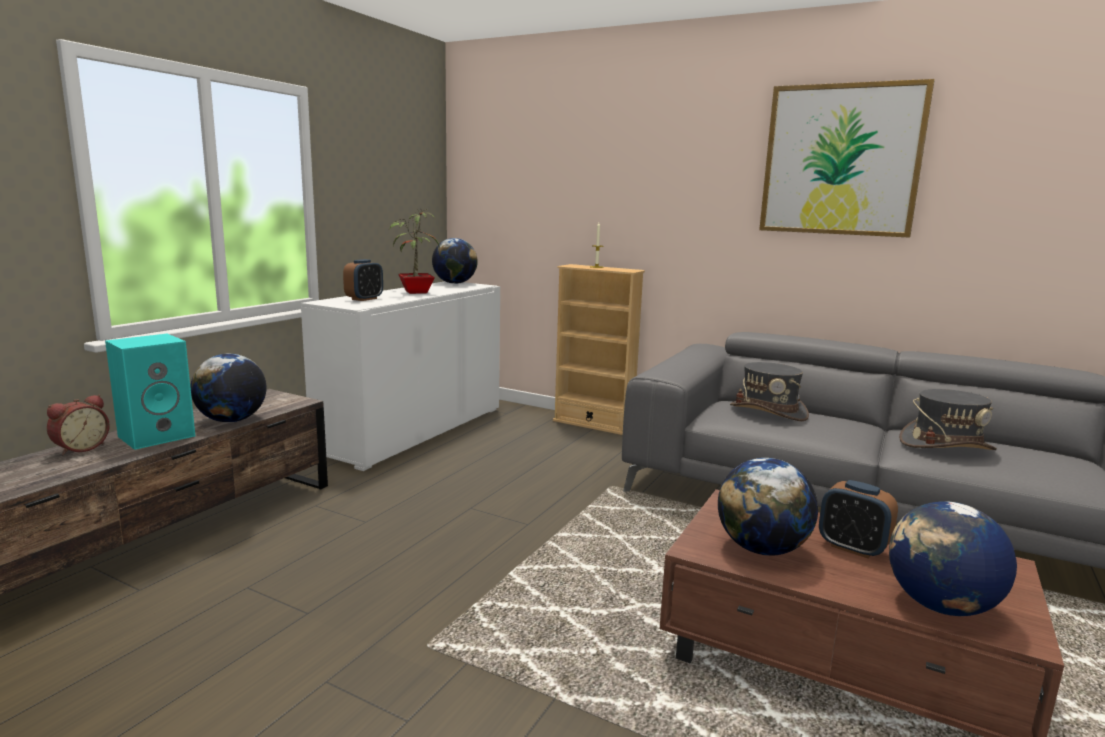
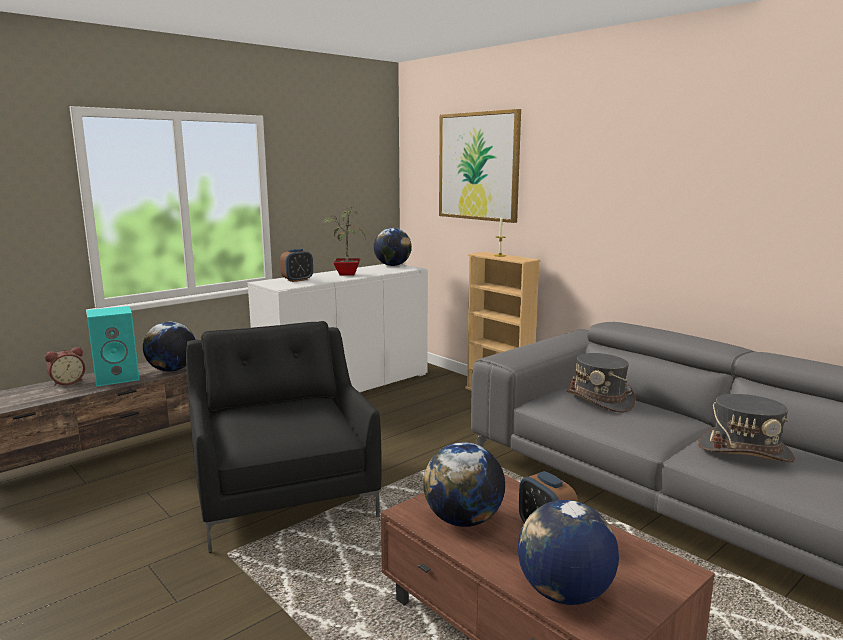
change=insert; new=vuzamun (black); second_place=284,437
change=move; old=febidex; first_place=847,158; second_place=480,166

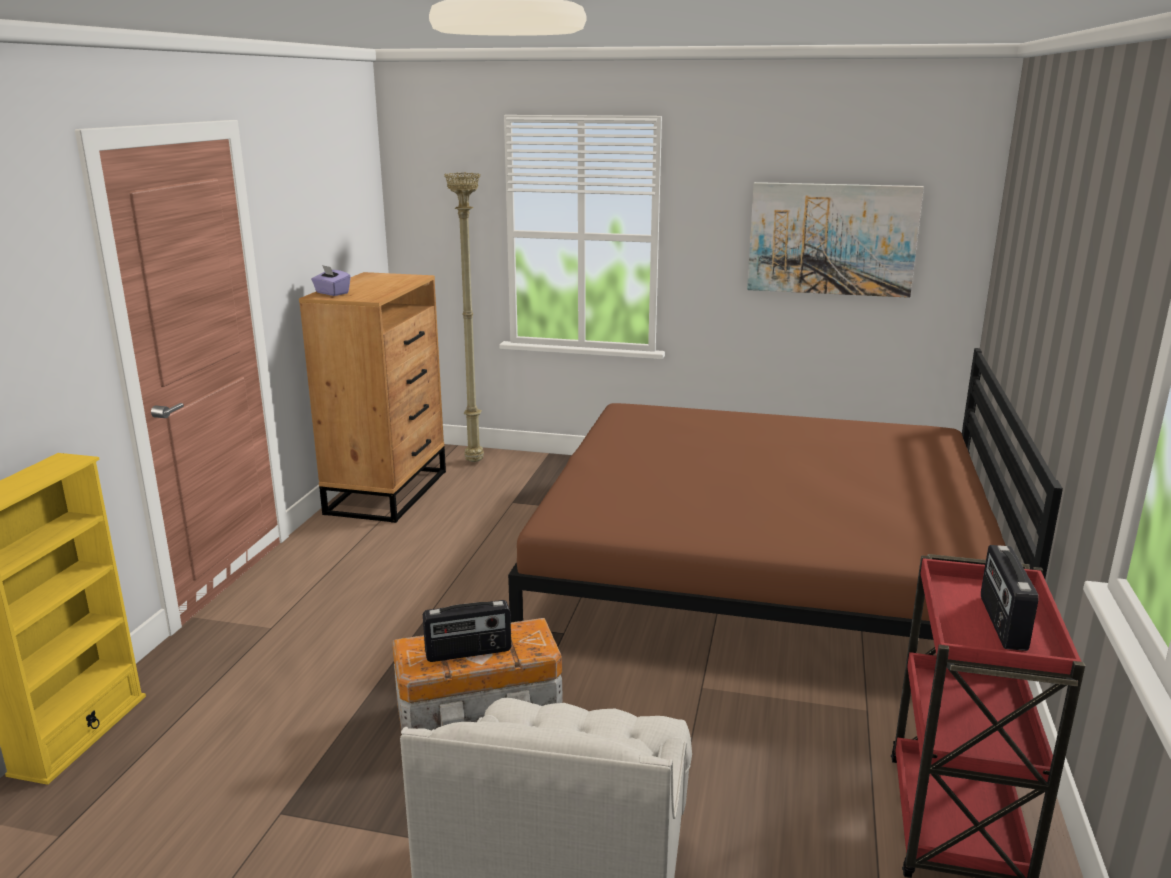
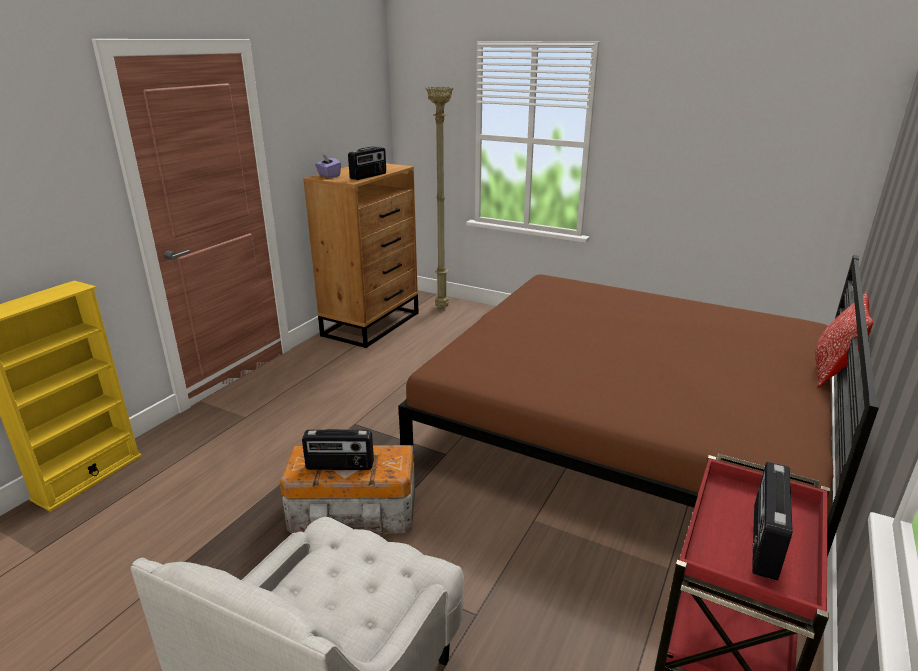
change=insert; new=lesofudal; second_place=367,163
change=insert; new=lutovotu; second_place=844,340
change=delete; old=febidex; first_place=835,240

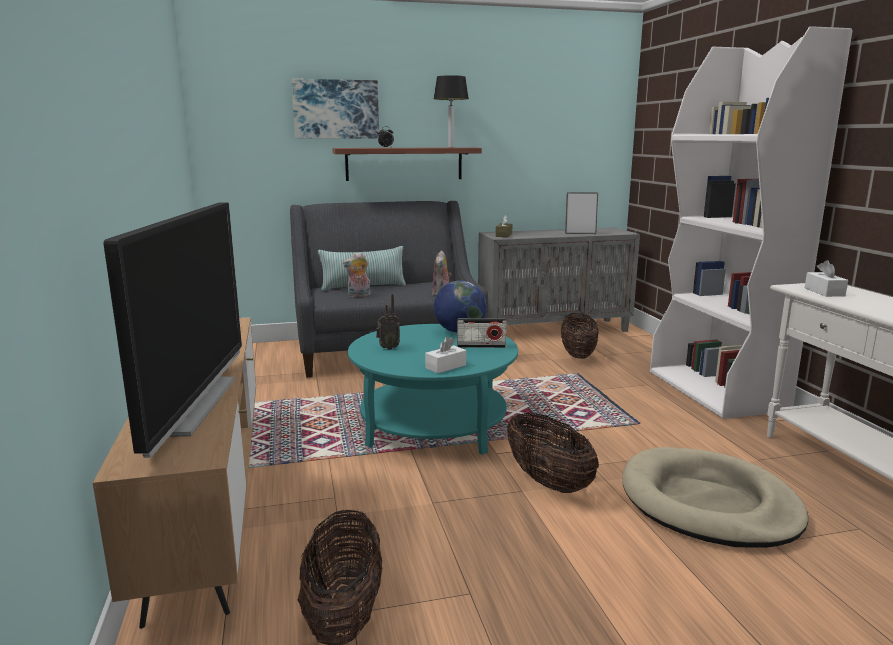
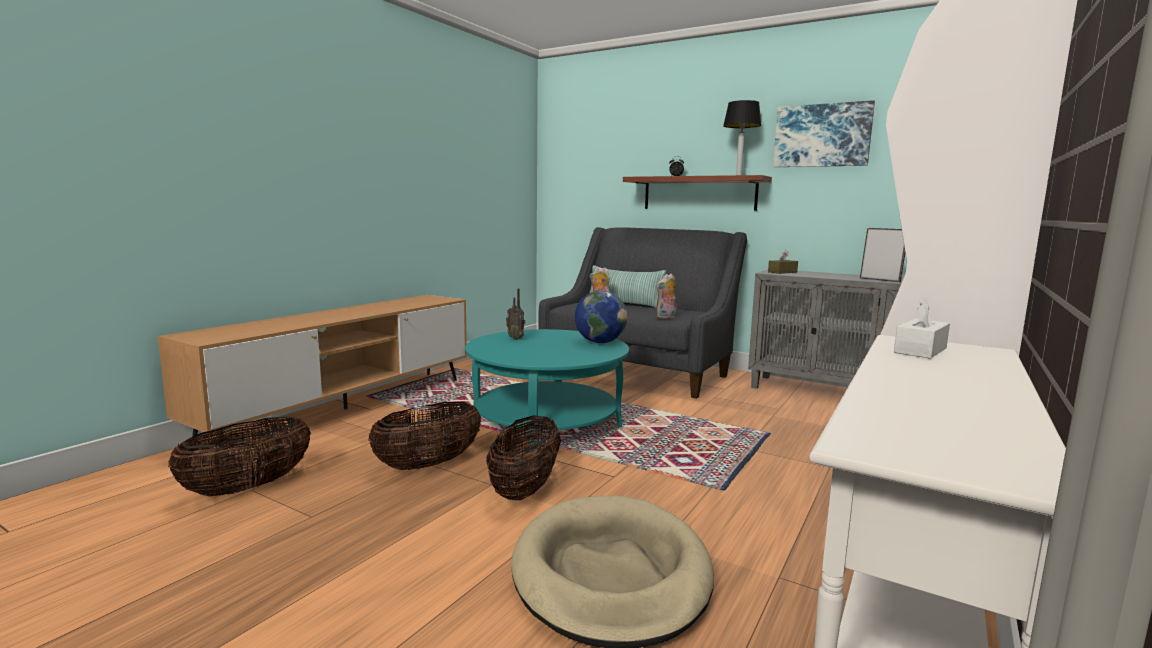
change=move; old=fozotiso; first_place=580,336; second_place=424,436
change=move; old=febidex; first_place=335,109; second_place=824,133
change=delete; old=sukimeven; first_place=173,330
change=delete; old=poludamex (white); first_place=445,355
change=delete; old=lesofudal; first_place=481,333

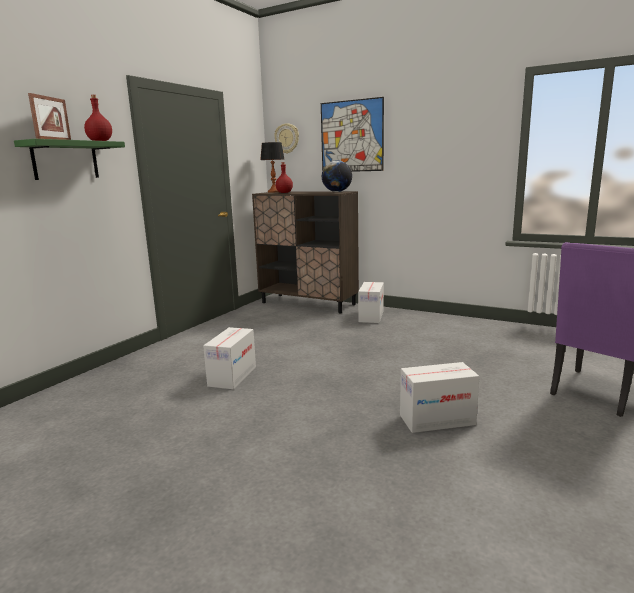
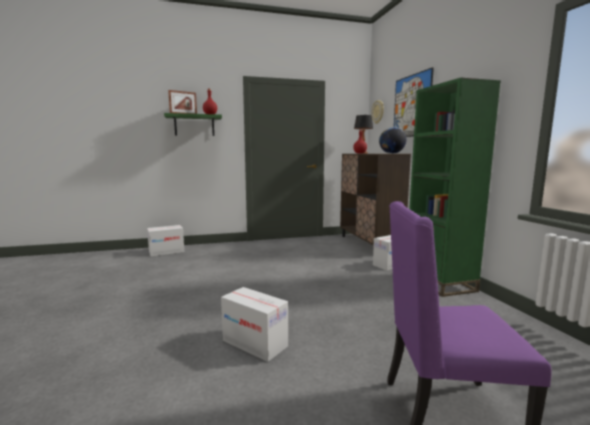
change=move; old=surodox; first_place=229,358; second_place=165,241
change=insert; new=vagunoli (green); second_place=455,187

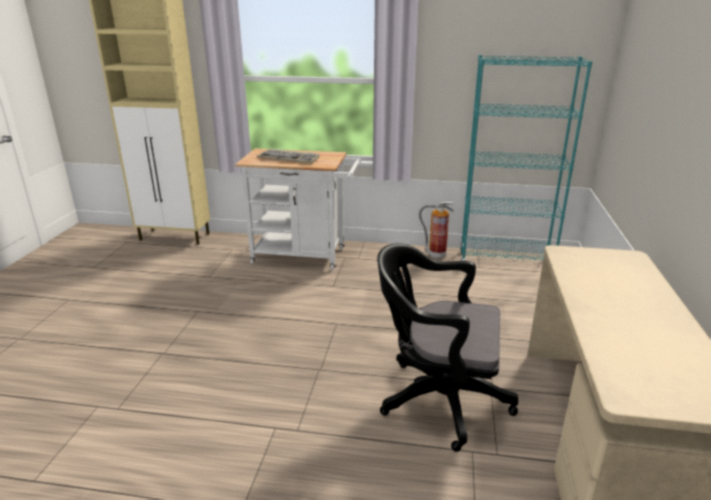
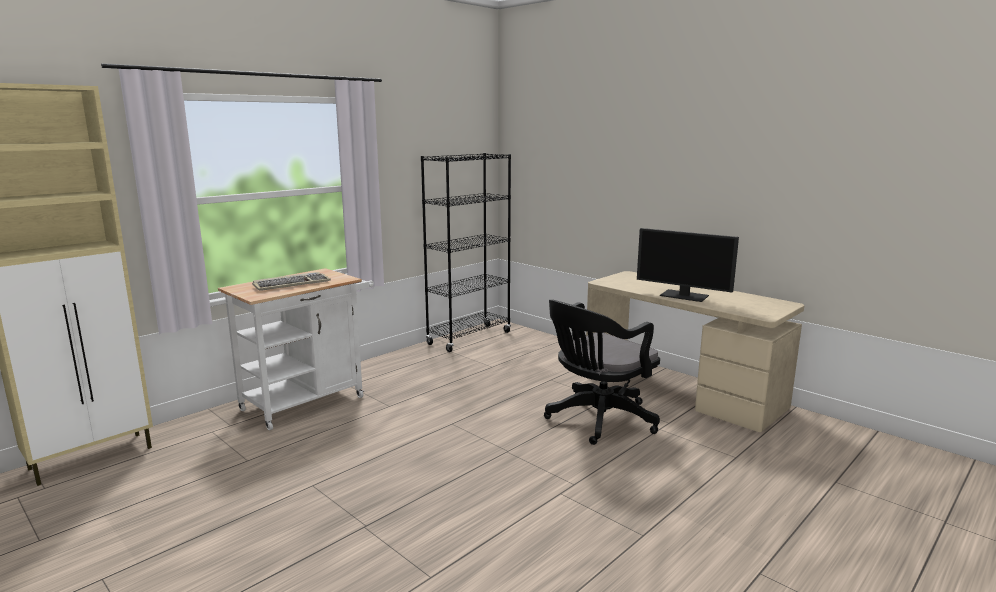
change=recolor; old=vagunoli (turquoise); new=vagunoli (black); first_place=526,158; second_place=466,252
change=insert; new=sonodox; second_place=688,265
change=delete; old=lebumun; first_place=436,230

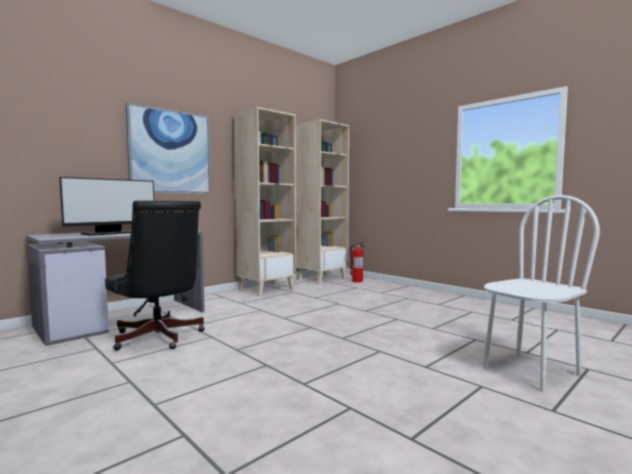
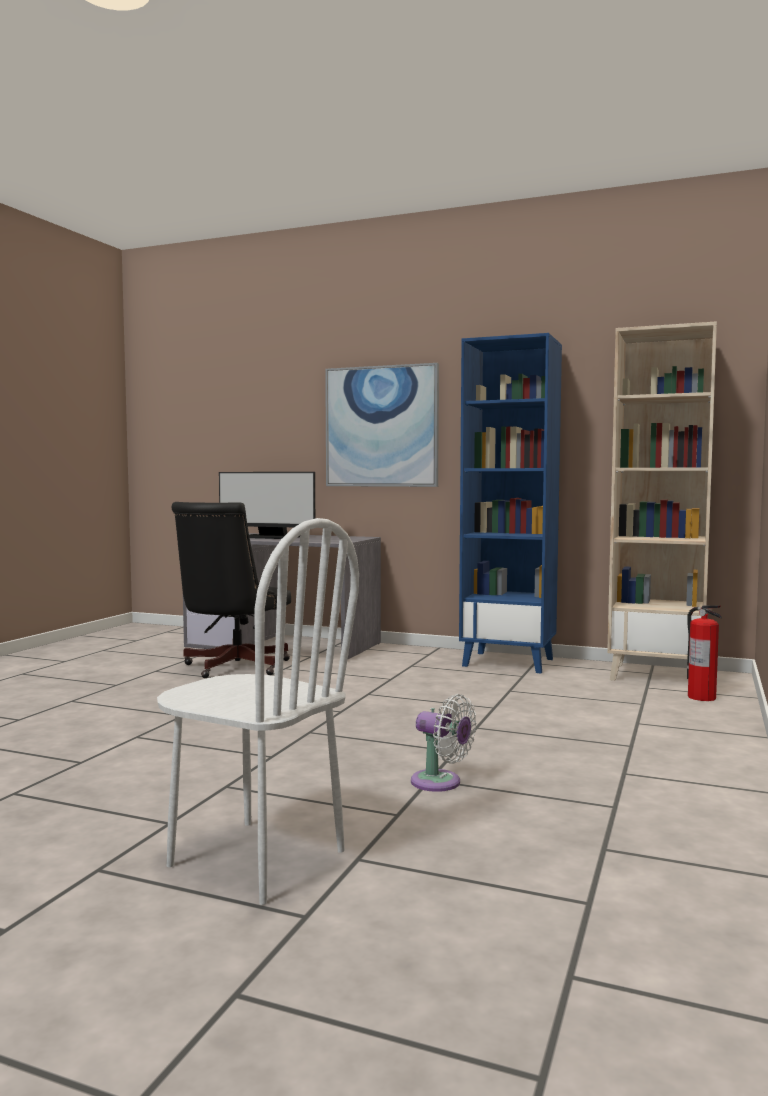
change=insert; new=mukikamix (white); second_place=444,743
change=recolor; old=vagunoli (beige); new=vagunoli (blue); first_place=264,201; second_place=510,503

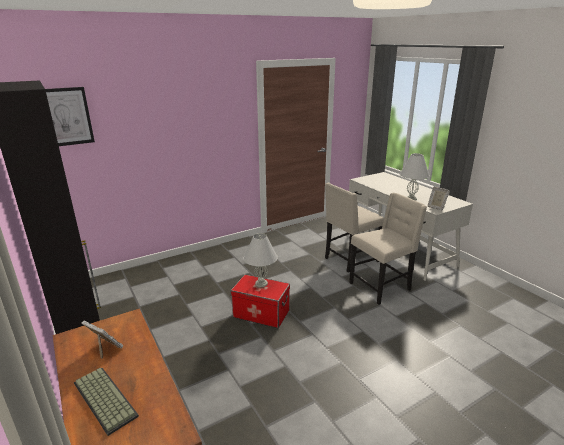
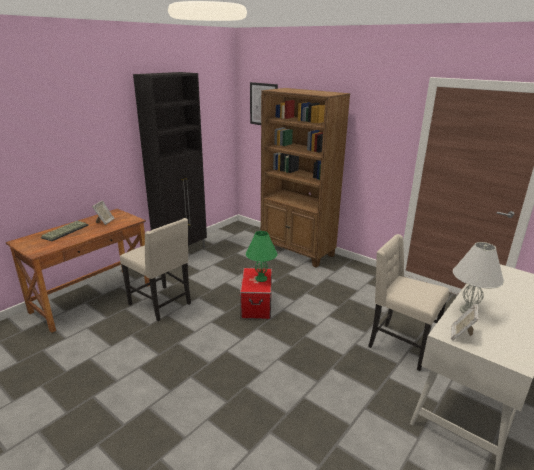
change=move; old=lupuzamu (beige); first_place=388,249; second_place=155,269
change=recolor; old=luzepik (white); new=luzepik (green); first_place=261,260; second_place=261,256
change=insert; new=vagunoli (brown); second_place=305,178

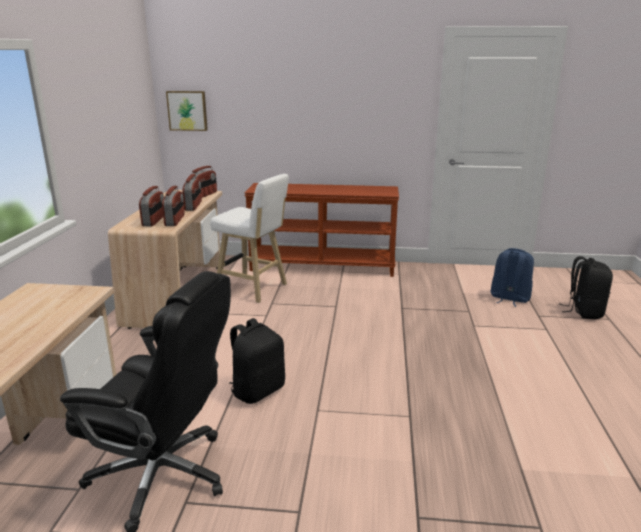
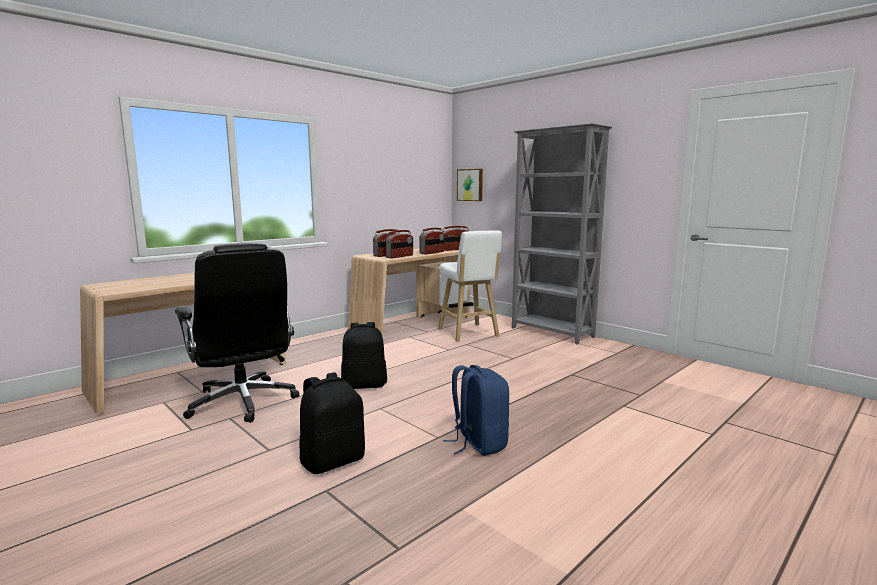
change=move; old=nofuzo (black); first_place=586,287; second_place=332,423
change=move; old=nofuzo (blue); first_place=512,277; second_place=476,410
change=replace; old=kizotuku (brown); new=vagunoli (grey); first_place=322,230; second_place=562,234

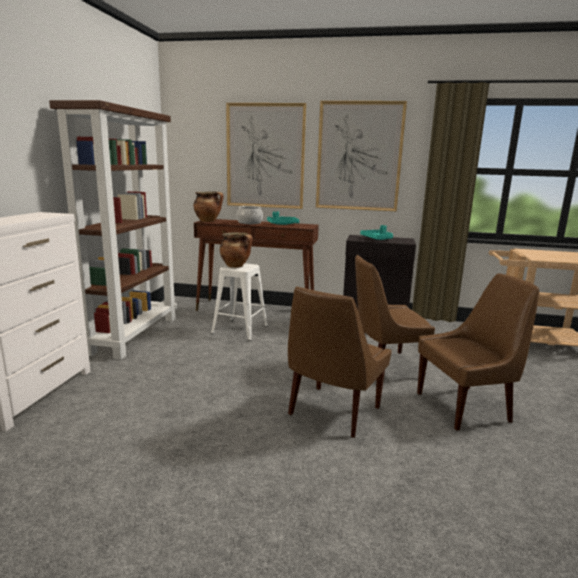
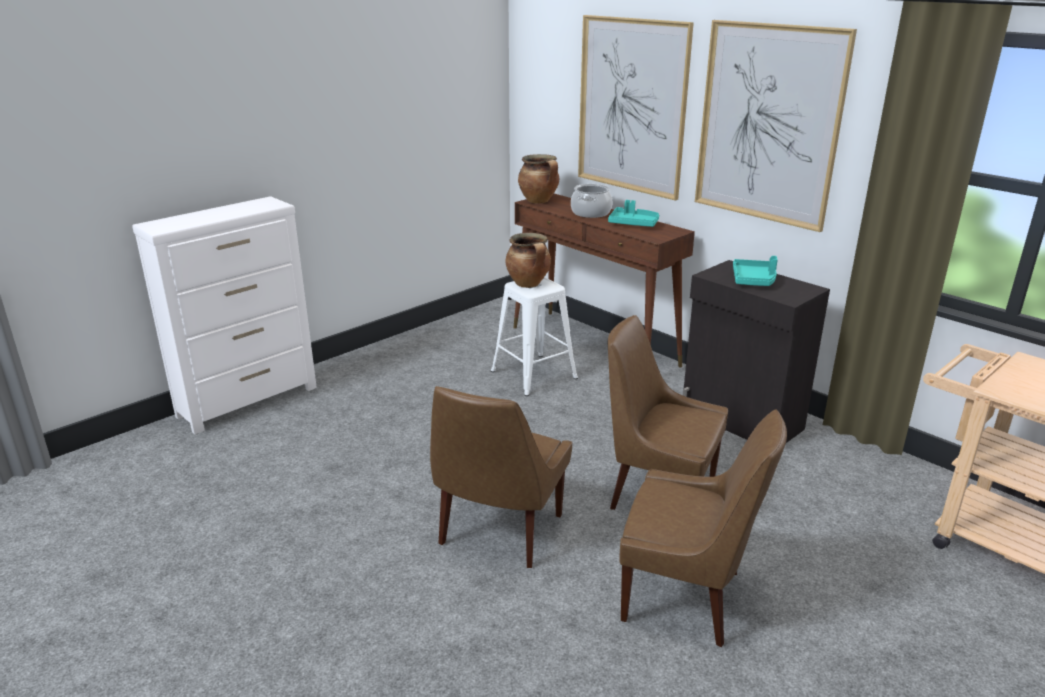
change=rotate; old=lupuzamu (brown); first_place=340,362; second_place=501,477; degrees=-45
change=delete; old=vagunoli (brown); first_place=113,230

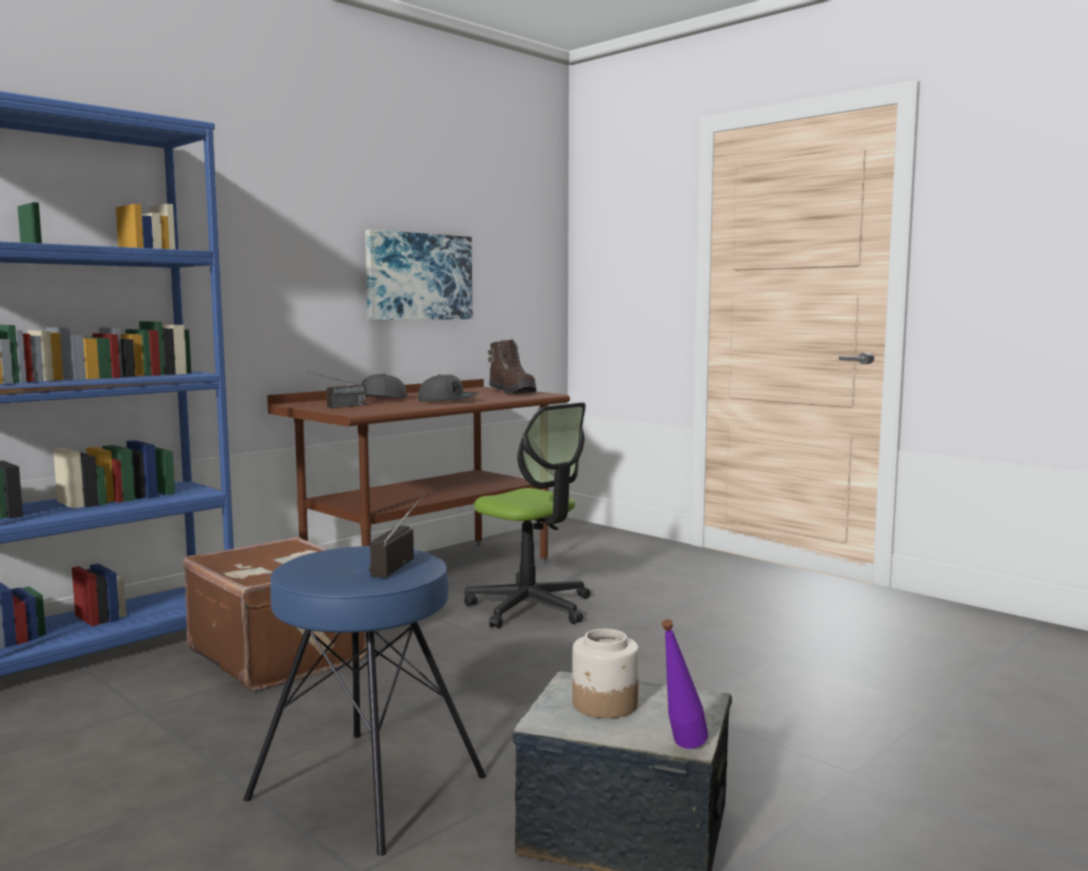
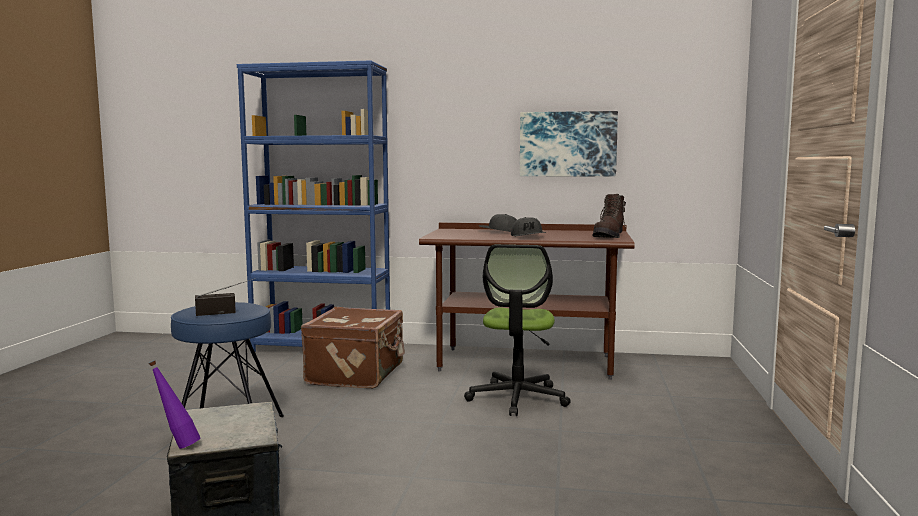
change=delete; old=lesofudal; first_place=336,390
change=delete; old=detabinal; first_place=605,673

